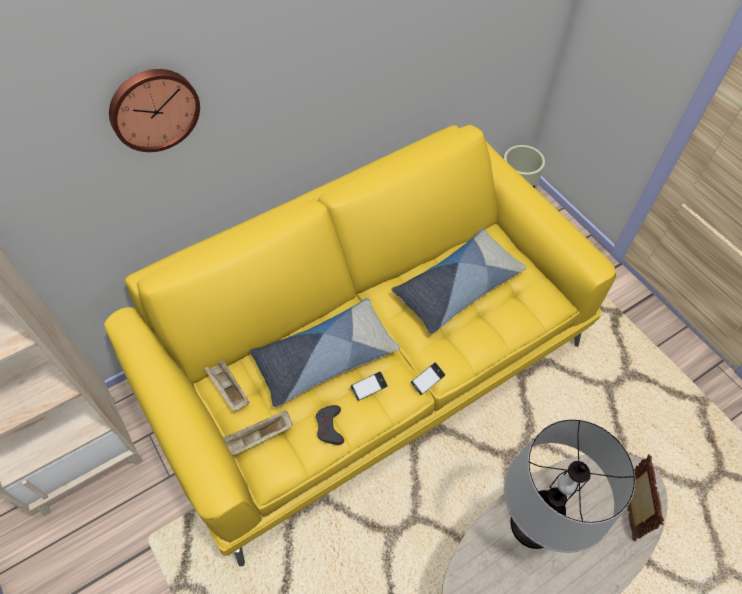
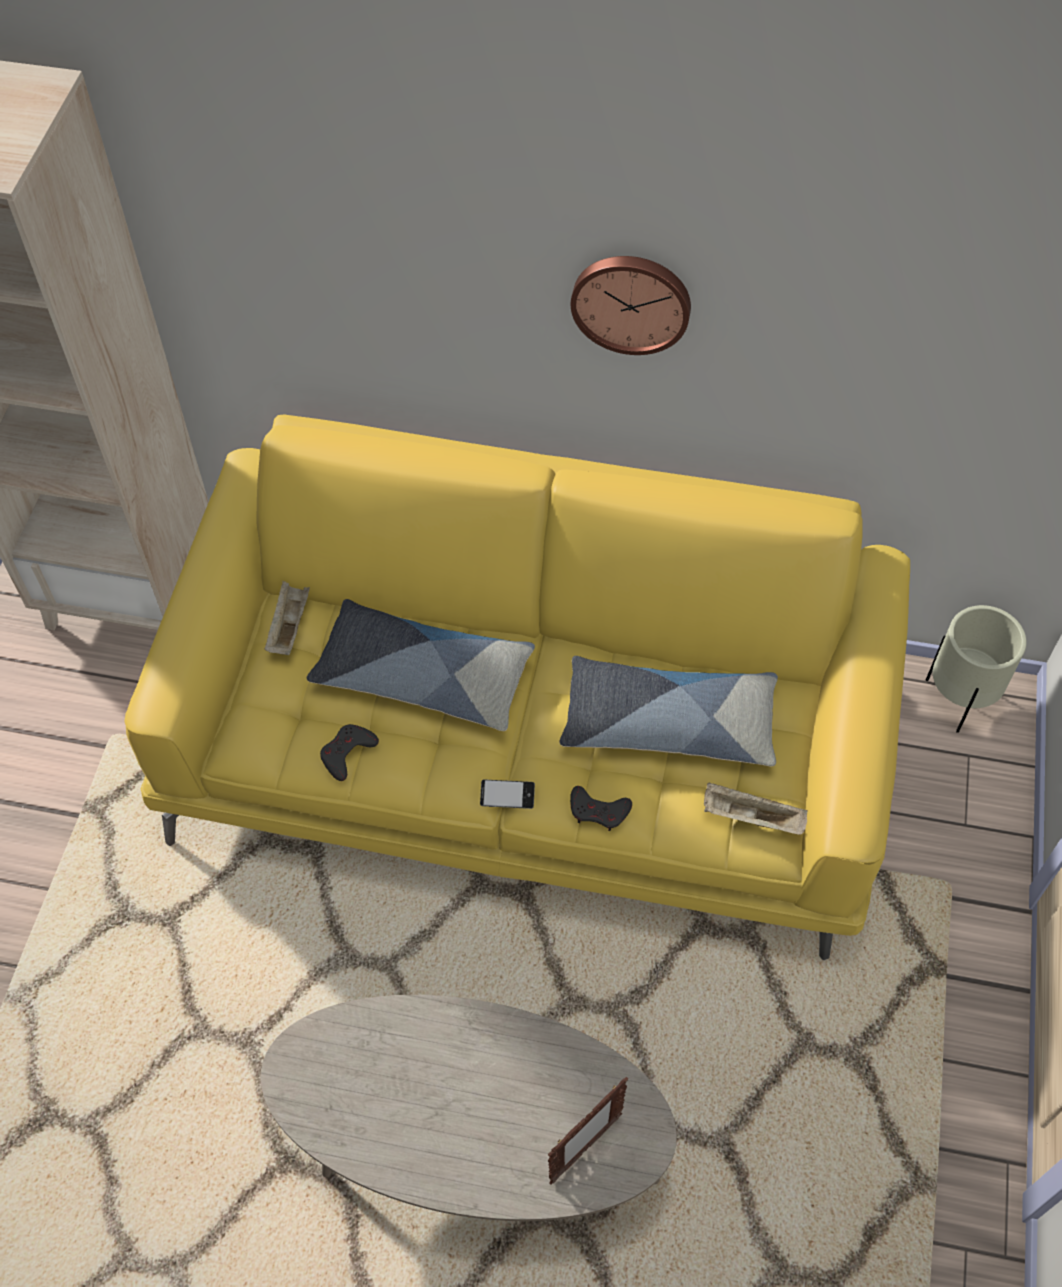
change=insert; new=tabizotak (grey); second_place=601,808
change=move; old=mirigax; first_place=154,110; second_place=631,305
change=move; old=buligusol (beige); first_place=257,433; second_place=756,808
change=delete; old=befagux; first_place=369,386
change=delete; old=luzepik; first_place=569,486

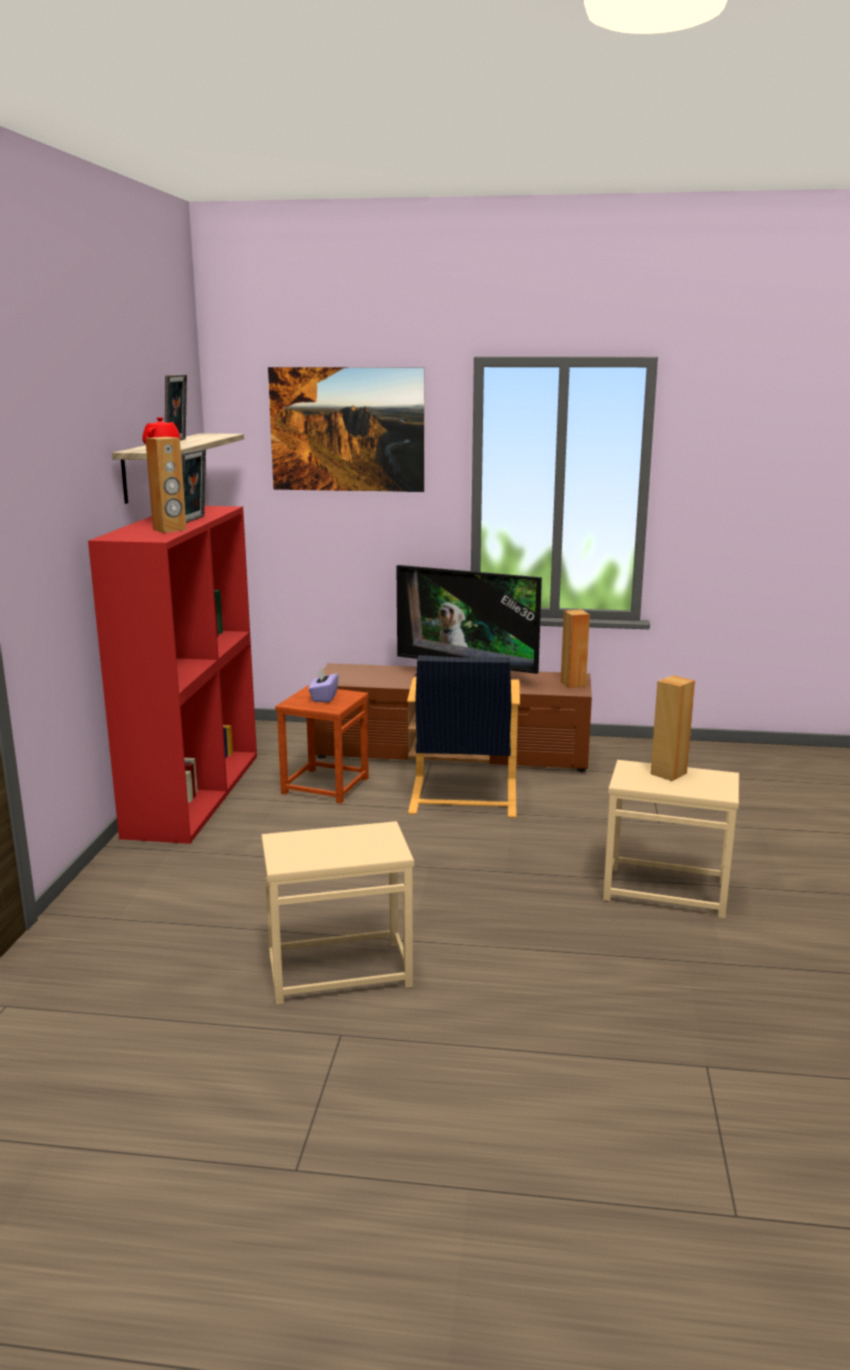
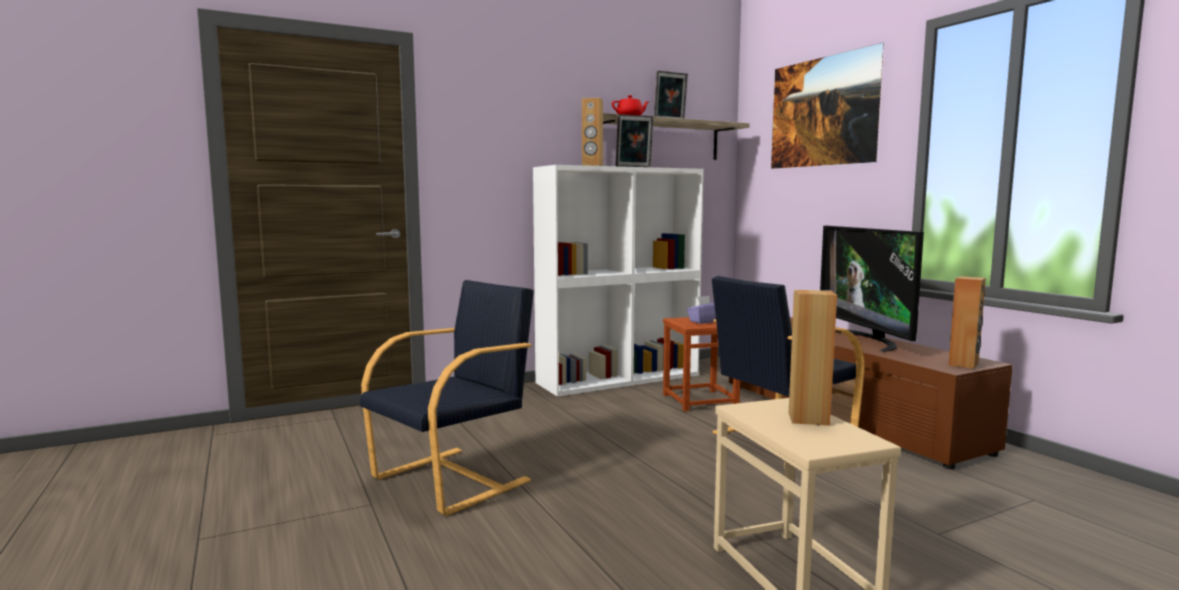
change=replace; old=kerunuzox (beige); new=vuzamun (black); first_place=337,913; second_place=447,398
change=recolor; old=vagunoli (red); new=vagunoli (white); first_place=172,675; second_place=618,281

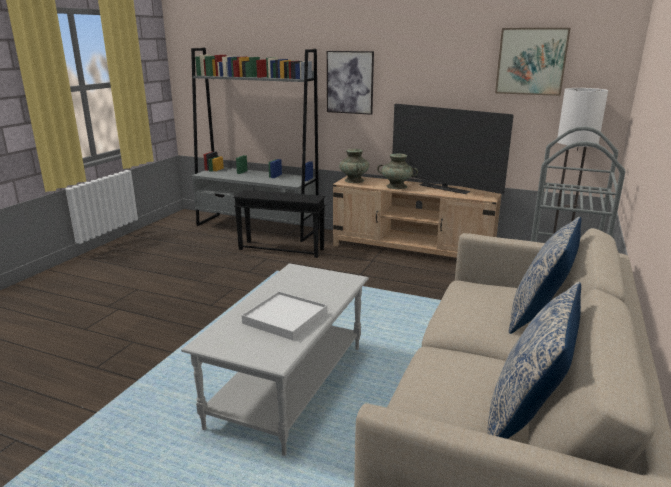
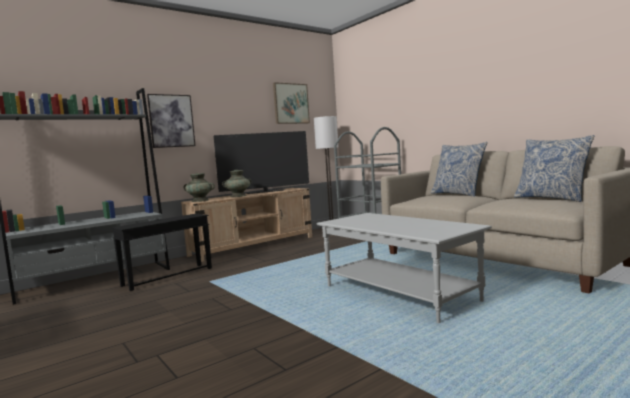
change=delete; old=buligusol (white); first_place=284,315

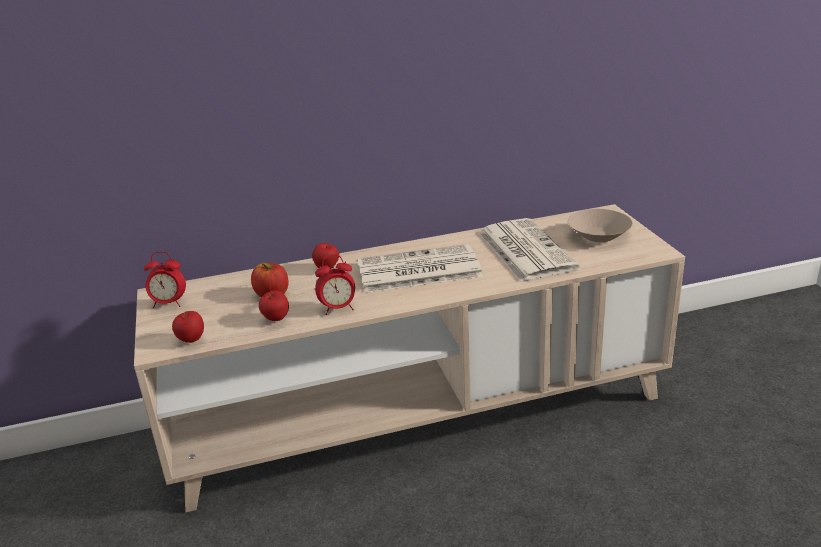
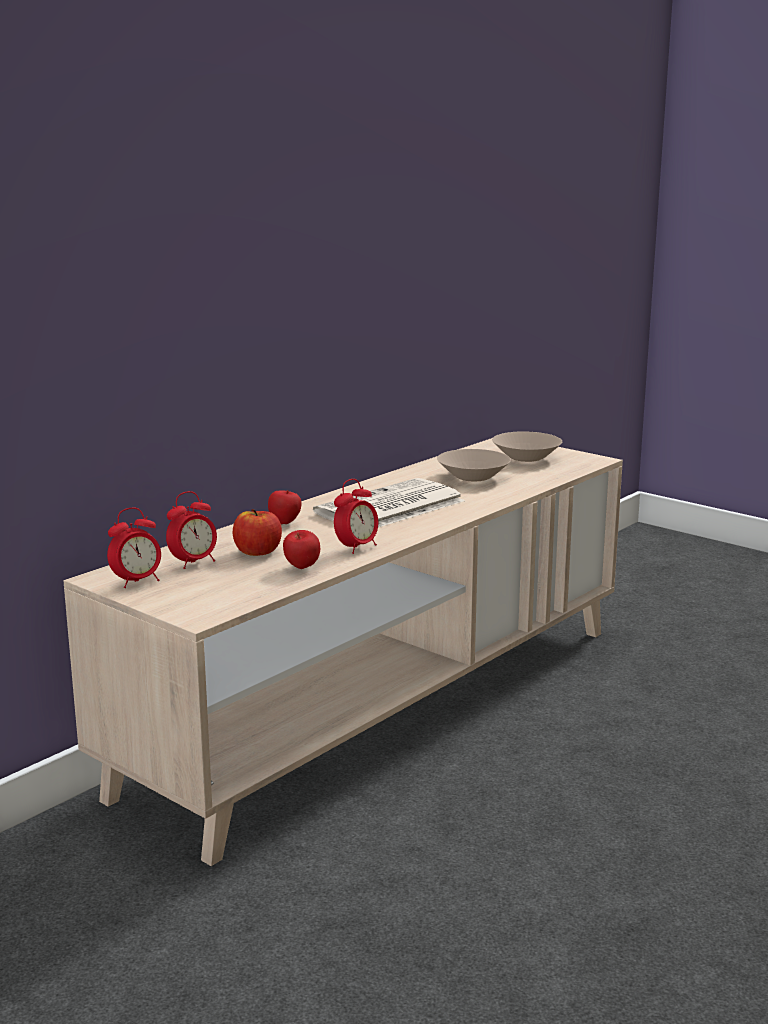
change=insert; new=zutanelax; second_place=191,530
change=replace; old=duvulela; new=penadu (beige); first_place=529,250; second_place=474,465
change=delete; old=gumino; first_place=188,327

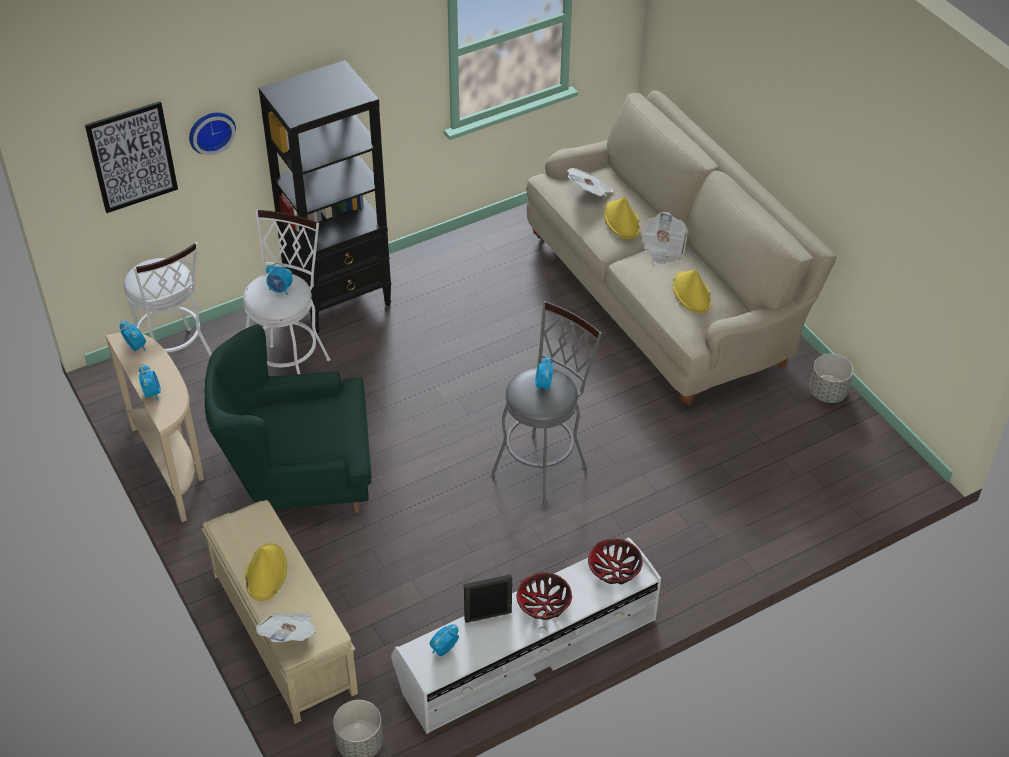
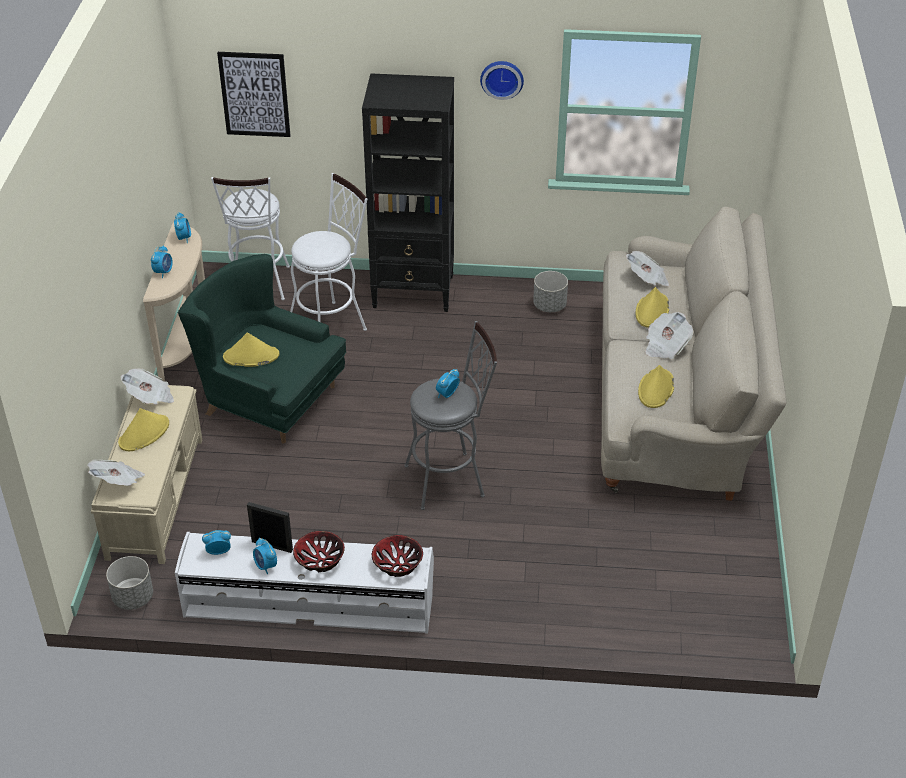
change=insert; new=duvulela; second_place=147,386
change=insert; new=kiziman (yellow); second_place=251,350
change=move; old=zutanelax; first_place=279,279; second_place=265,556
change=move; old=mirigax; first_place=212,133; second_place=502,80
change=move; old=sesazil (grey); first_place=831,378; second_place=550,291

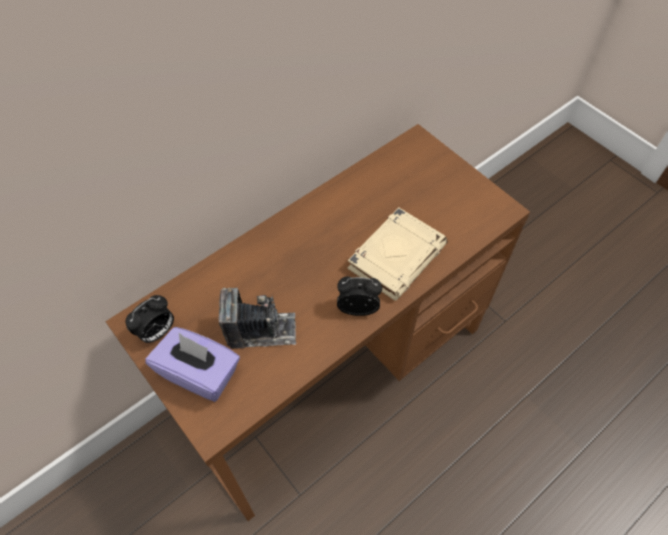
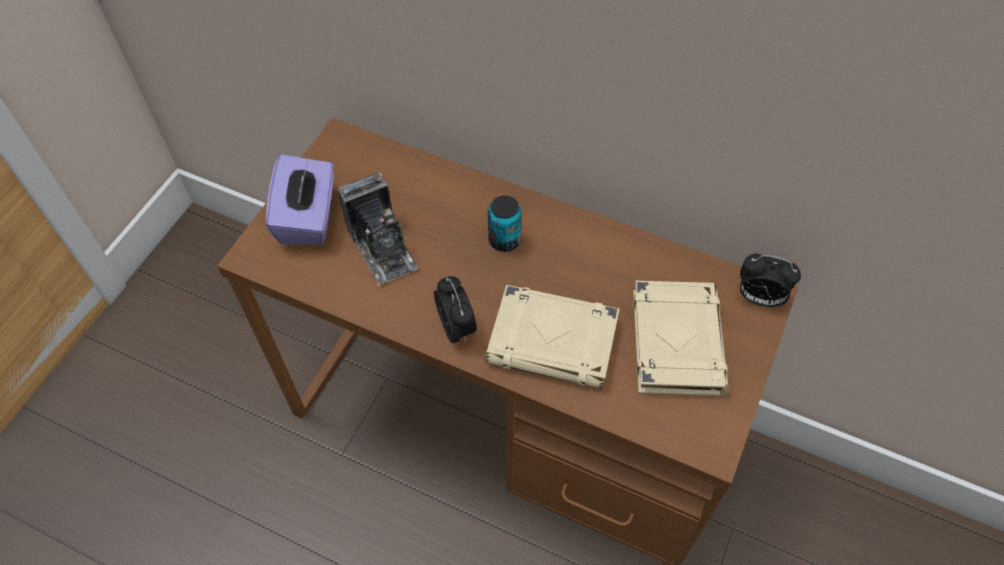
change=insert; new=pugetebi; second_place=505,224
change=insert; new=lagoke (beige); second_place=681,338
change=move; old=zutanelax; first_place=150,319; second_place=770,280

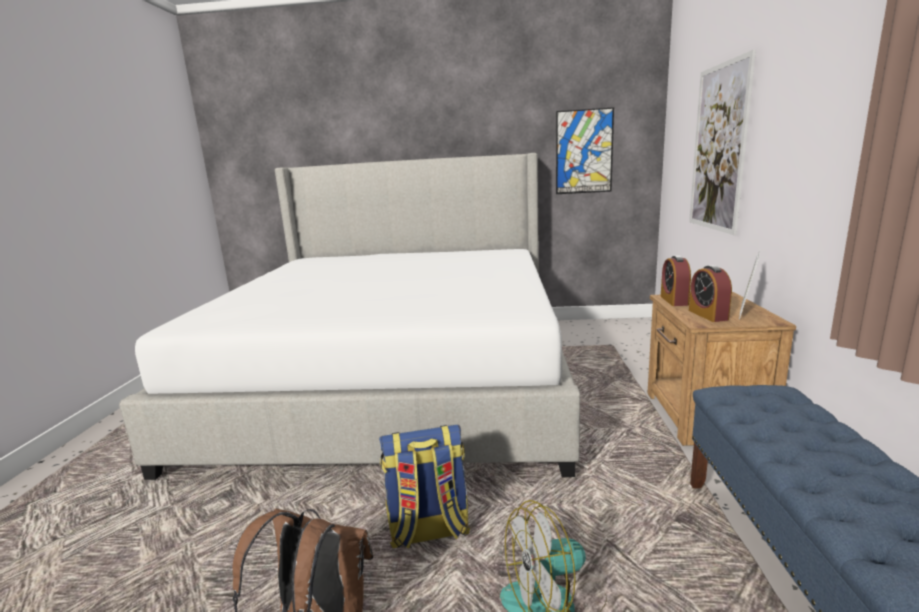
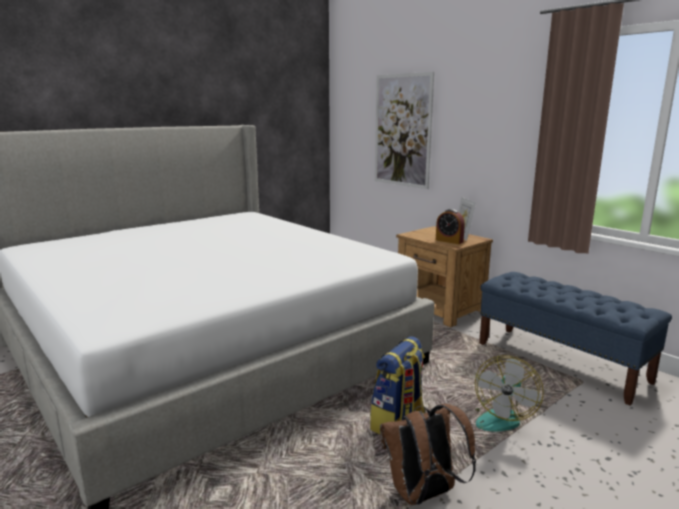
change=delete; old=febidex; first_place=585,150
change=delete; old=zutanelax; first_place=676,281

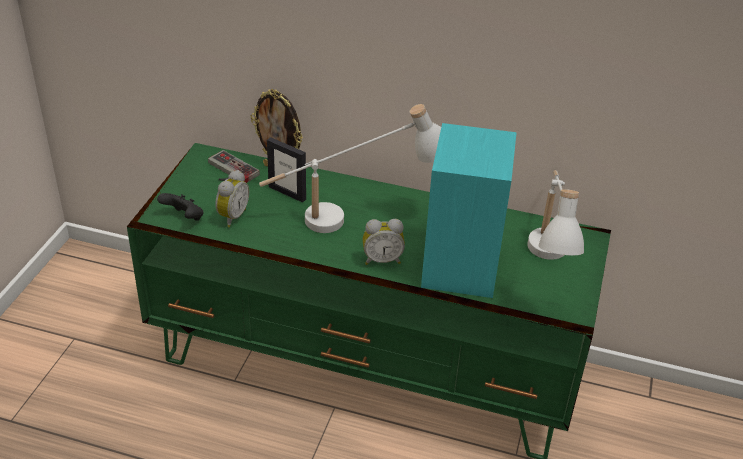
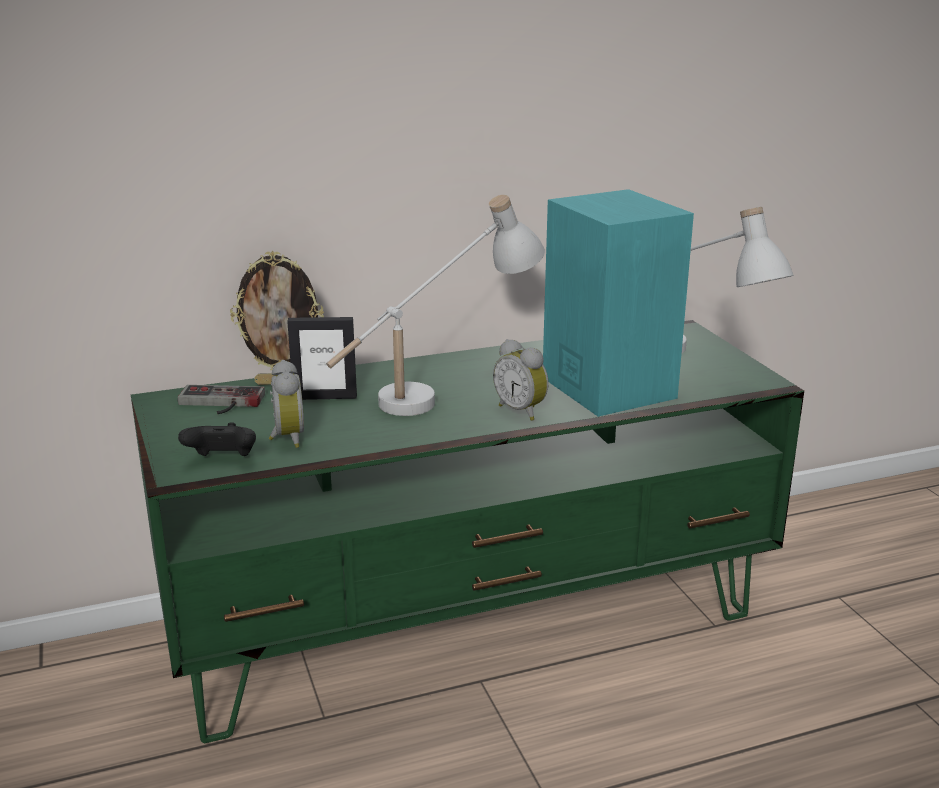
change=rotate; old=zutanelax; first_place=384,242; second_place=521,380; degrees=90

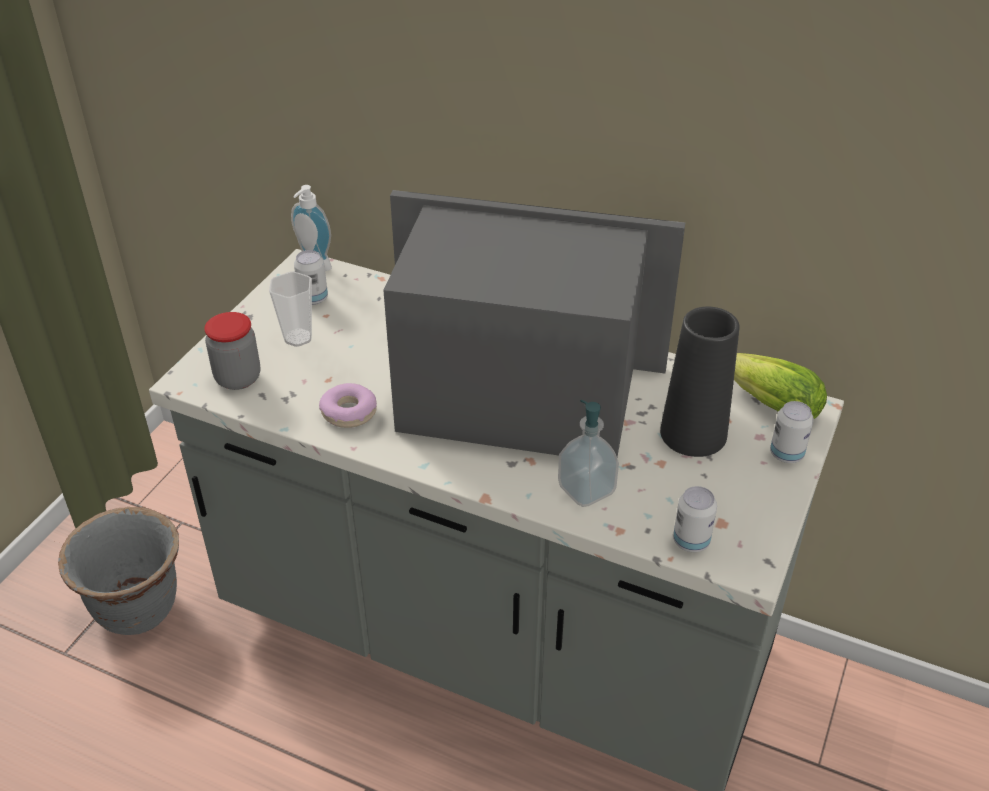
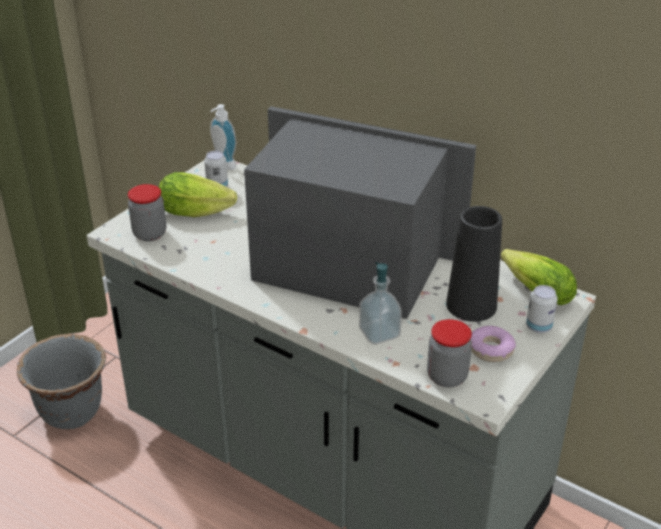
change=replace; old=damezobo; new=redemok; first_place=290,309; second_place=198,194
change=replace; old=pugetebi; new=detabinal; first_place=695,519; second_place=449,353
change=move; old=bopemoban; first_place=348,405; second_place=493,344

